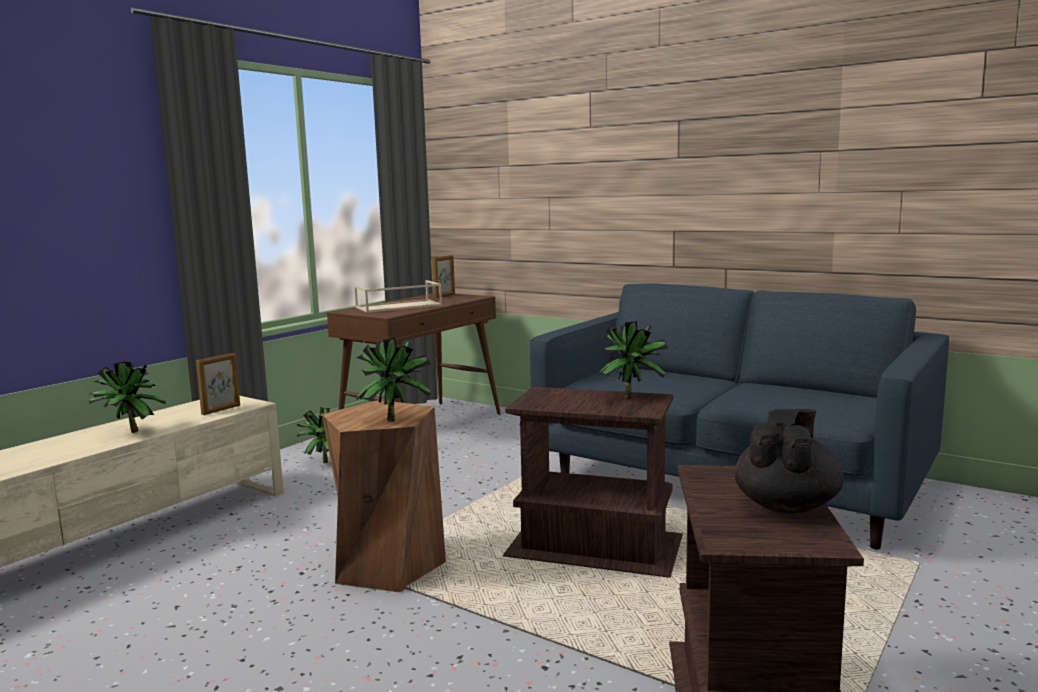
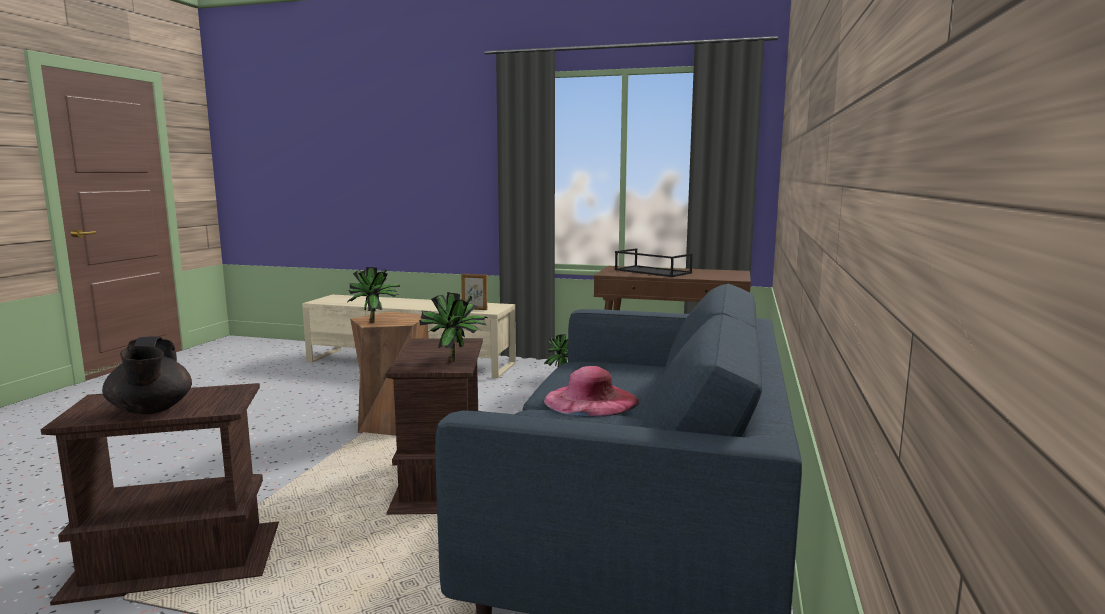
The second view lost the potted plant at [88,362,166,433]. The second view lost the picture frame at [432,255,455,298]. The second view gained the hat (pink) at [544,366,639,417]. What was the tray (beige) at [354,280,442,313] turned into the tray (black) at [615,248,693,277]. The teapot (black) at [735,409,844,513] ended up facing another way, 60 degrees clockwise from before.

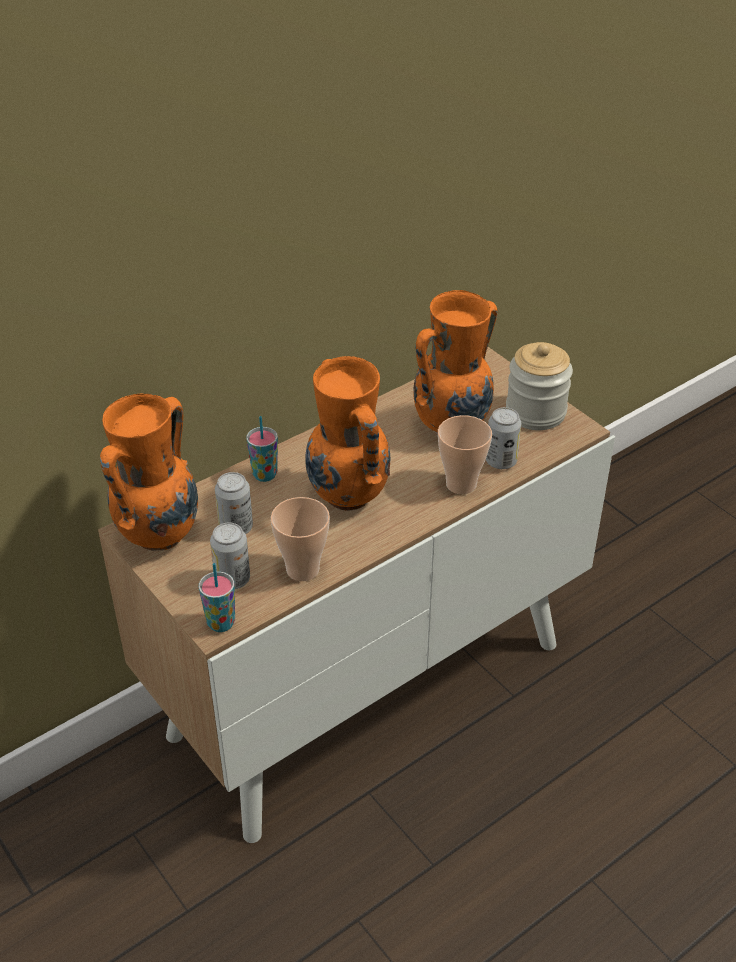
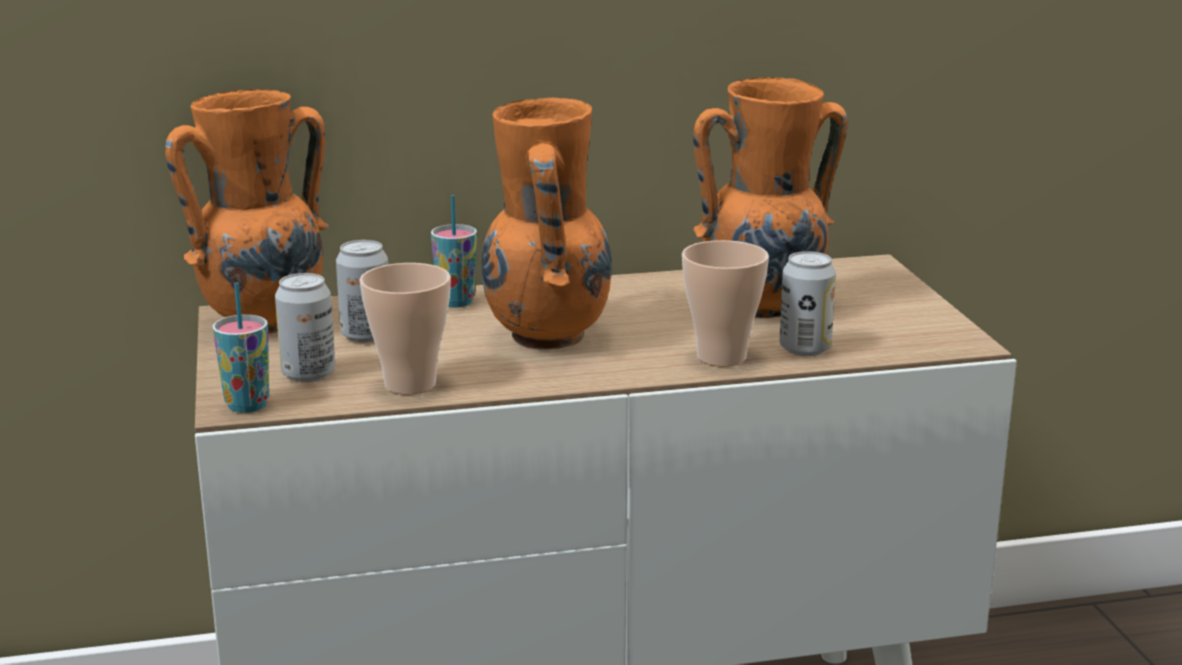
The second view lost the jar at [506,342,573,430].

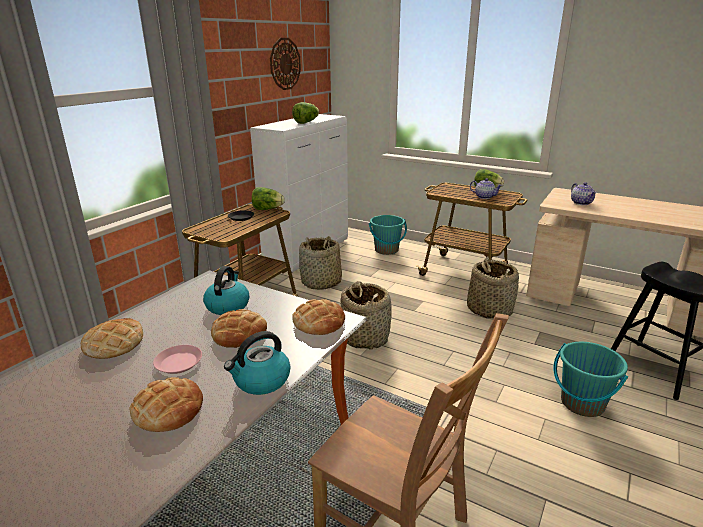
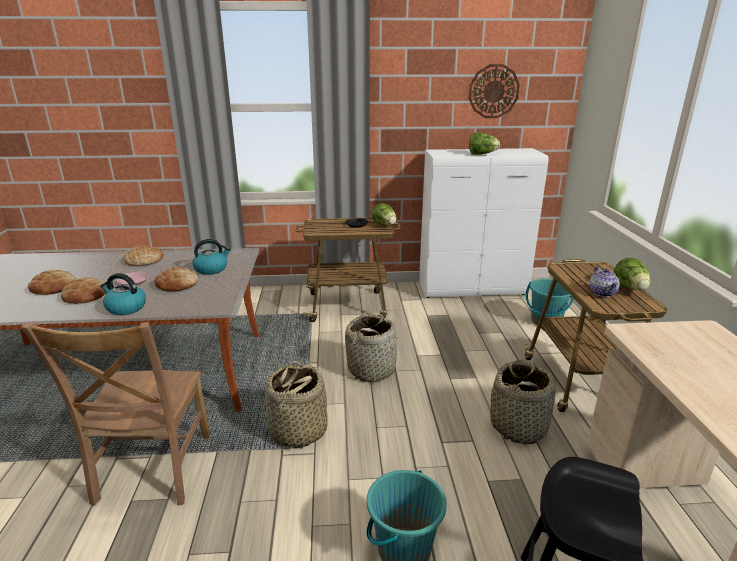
The second view lost the teapot at [571,182,597,205]. The bread ended up elsewhere, having gone from [292,299,345,335] to [28,270,76,295]. The basket ended up elsewhere, having gone from [299,236,342,290] to [265,361,328,449].

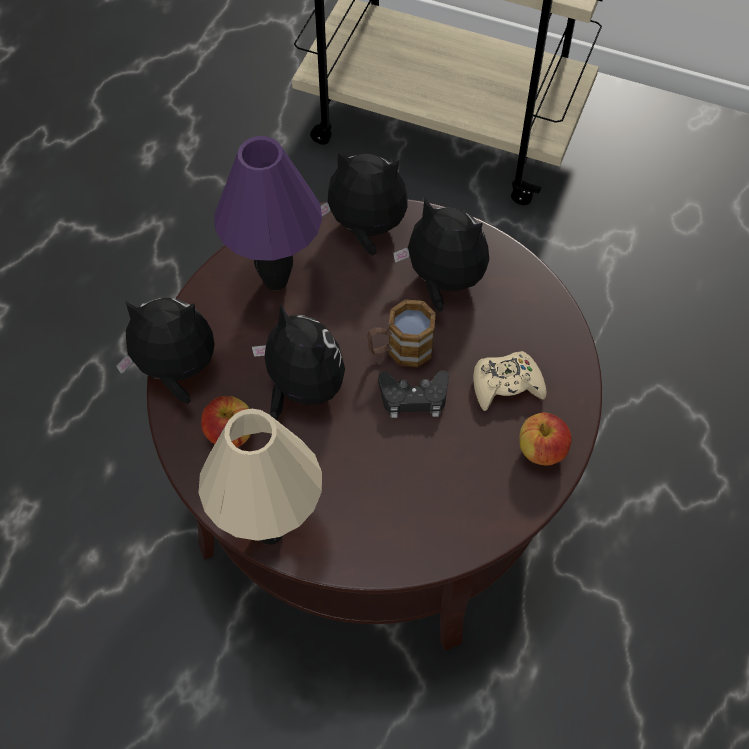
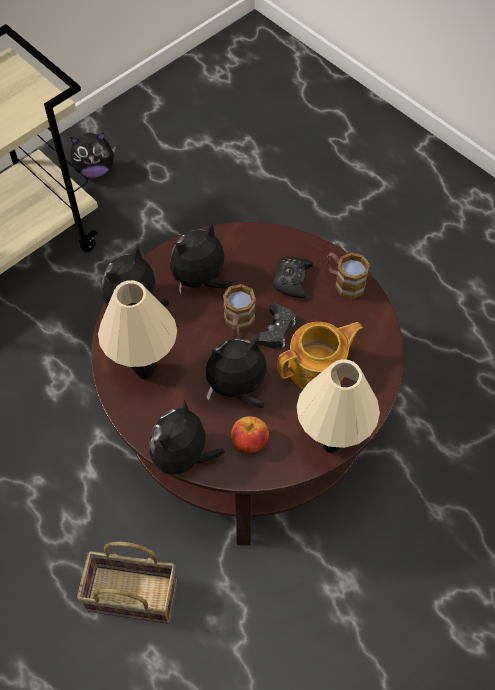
The second view gained the plush toy at [70,132,116,178]. The second view gained the basket at [77,542,177,624]. The second view gained the teapot at [277,322,363,389]. Where the apple stood at [519,413,572,466], the mug came to stand at [327,252,370,299]. What was the table lamp (purple) at [214,136,322,290] turned into the table lamp (beige) at [98,280,177,379]. What was the game controller (beige) at [473,351,547,411] turned into the game controller (black) at [273,257,313,298].

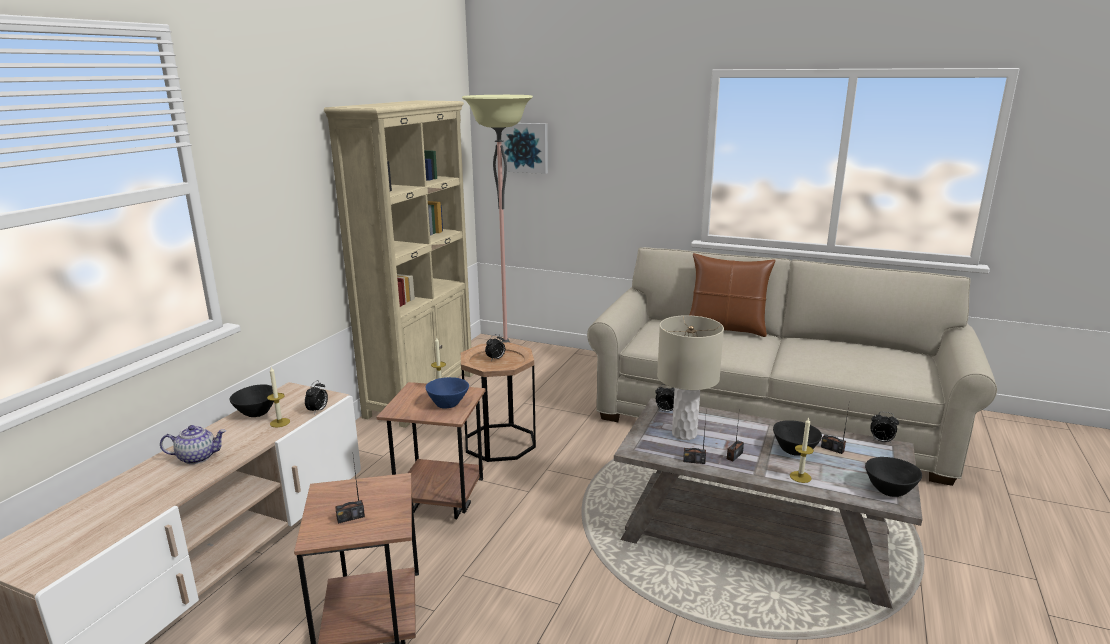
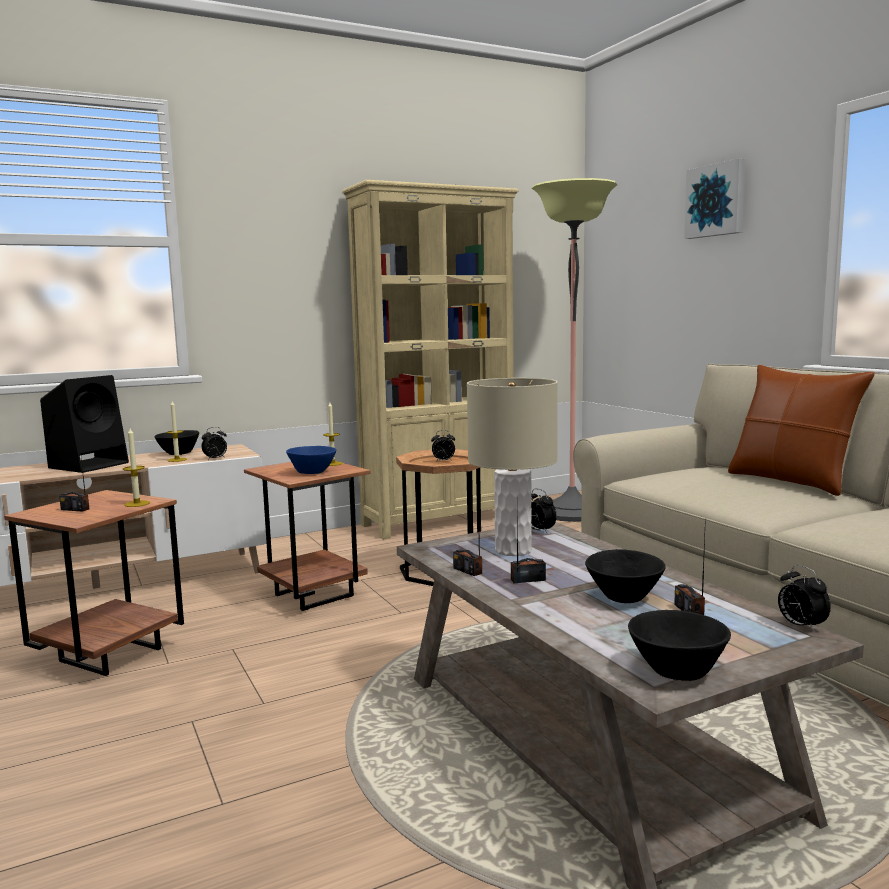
The picture ended up elsewhere, having gone from [501,123,548,174] to [684,158,746,239]. The candle ended up elsewhere, having gone from [790,417,814,483] to [123,428,150,507]. Where the teapot stood at [160,425,226,464], the speaker (black) came to stand at [40,375,129,473].

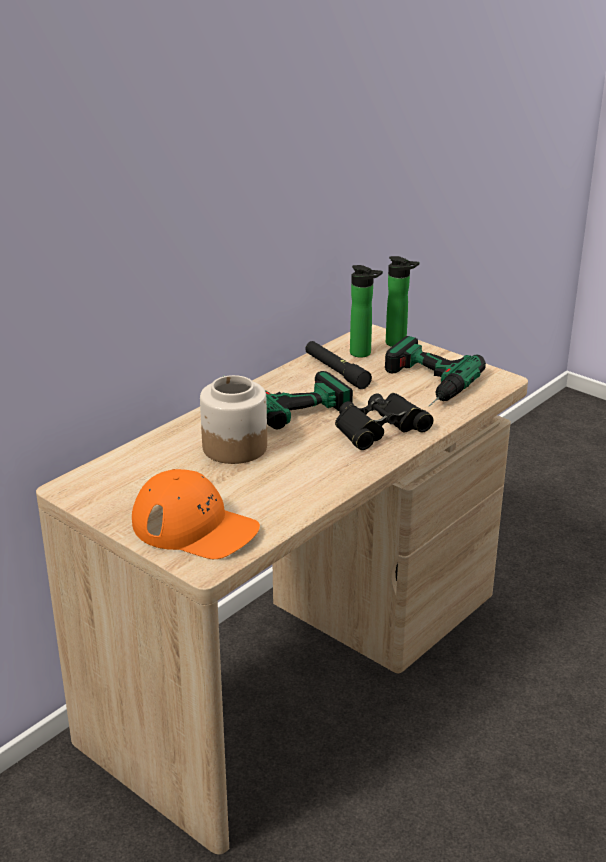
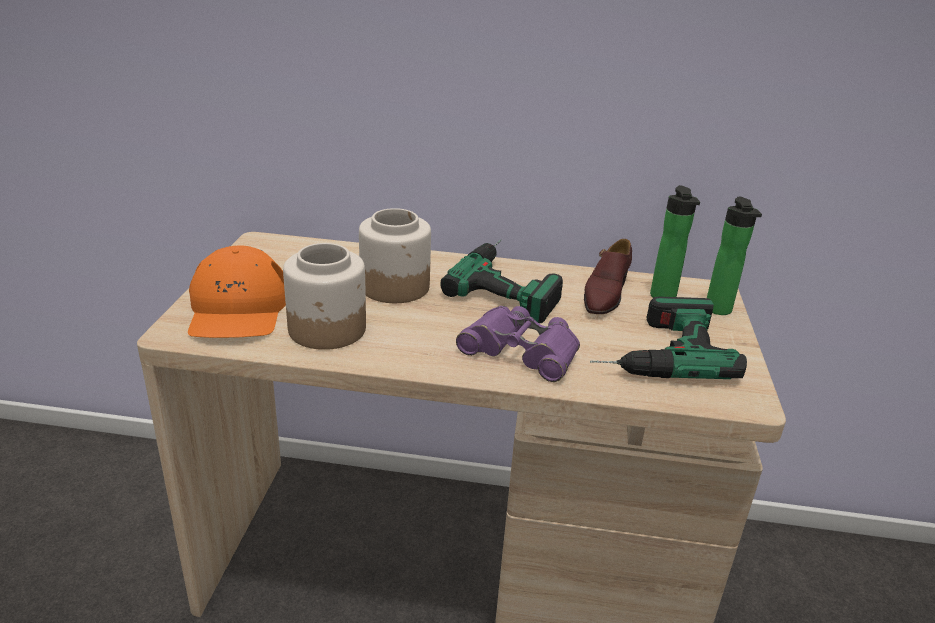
The second view gained the jar at [283,243,366,350]. Where the flashlight (black) stood at [305,341,372,389], the shoe (brown) came to stand at [584,239,632,314]. What was the binoculars (black) at [335,393,434,450] turned into the binoculars (purple) at [456,305,580,382].

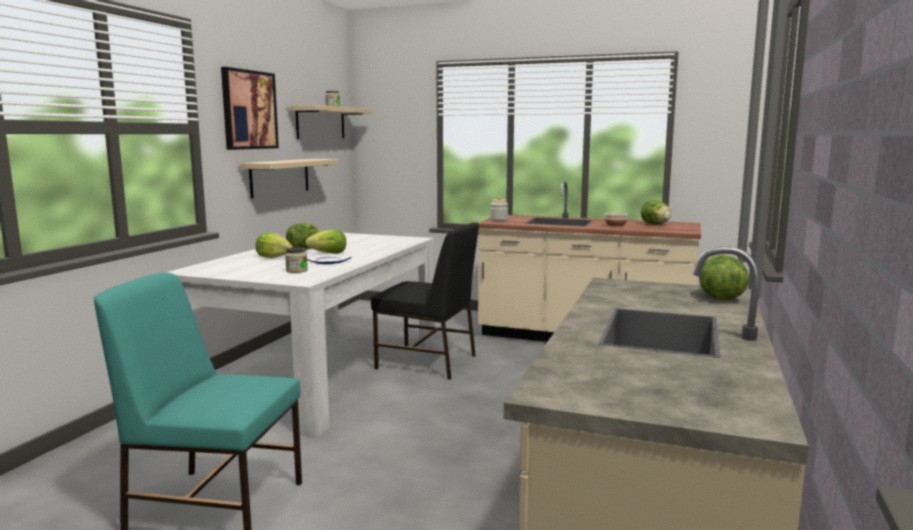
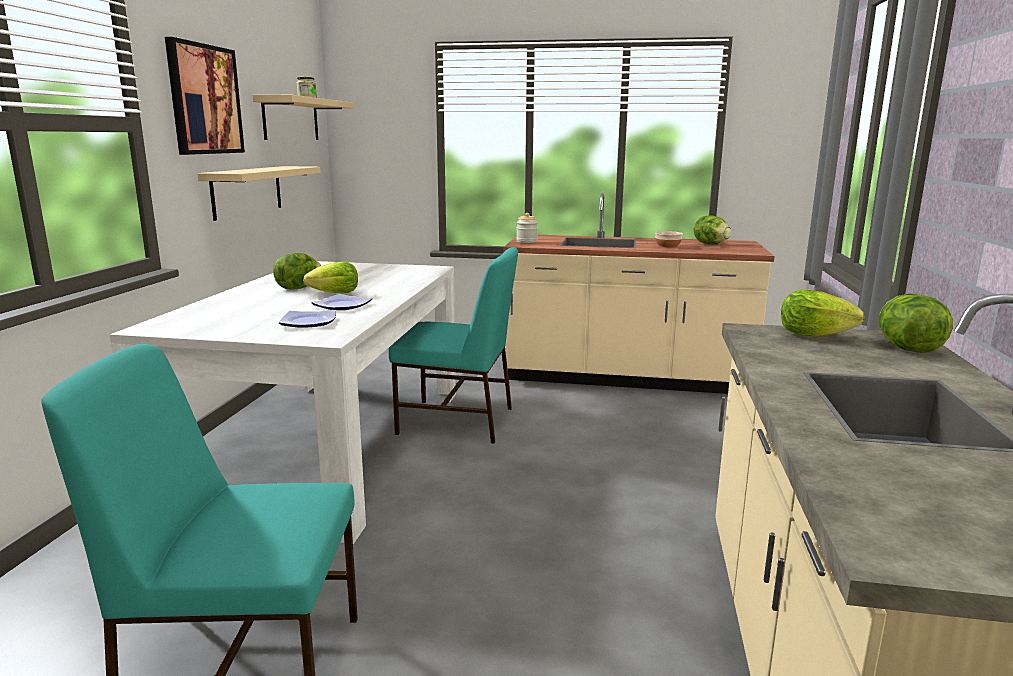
The lettuce ended up elsewhere, having gone from [256,232,293,258] to [781,289,864,337]. Where the jar stood at [285,247,308,273], the plate came to stand at [279,310,336,328]. What was the chair (black) at [371,222,479,380] turned into the chair (turquoise) at [389,247,518,444].

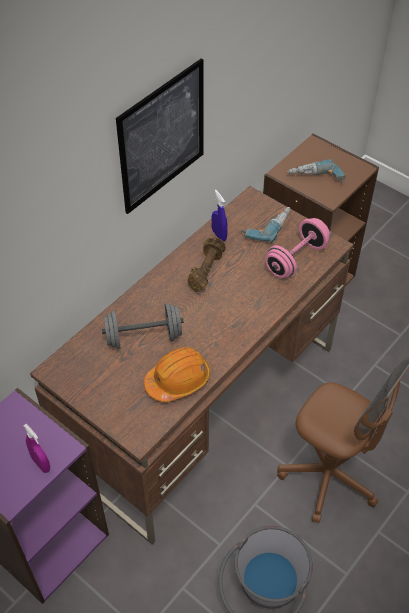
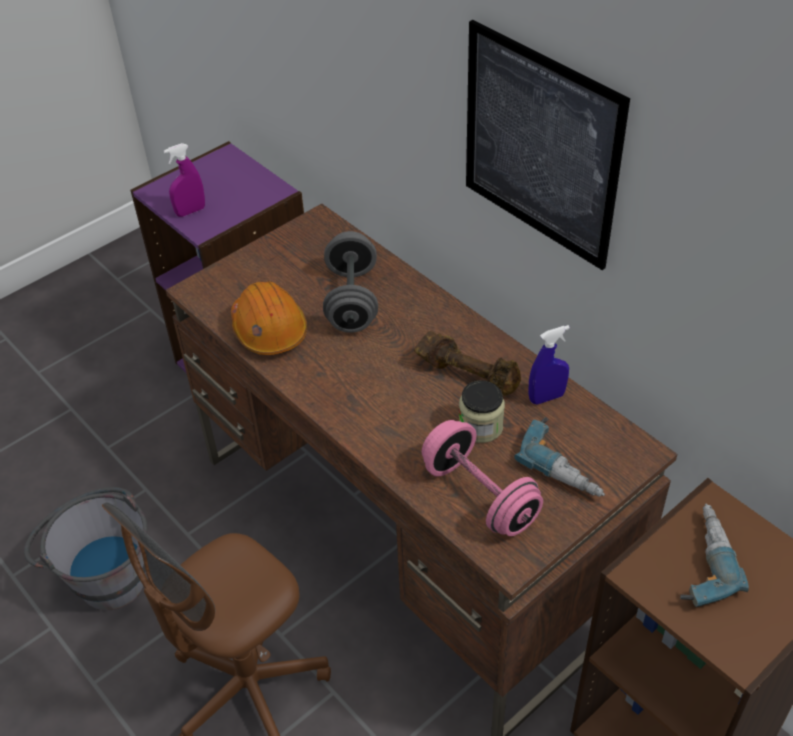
The second view gained the jar at [459,380,505,443].

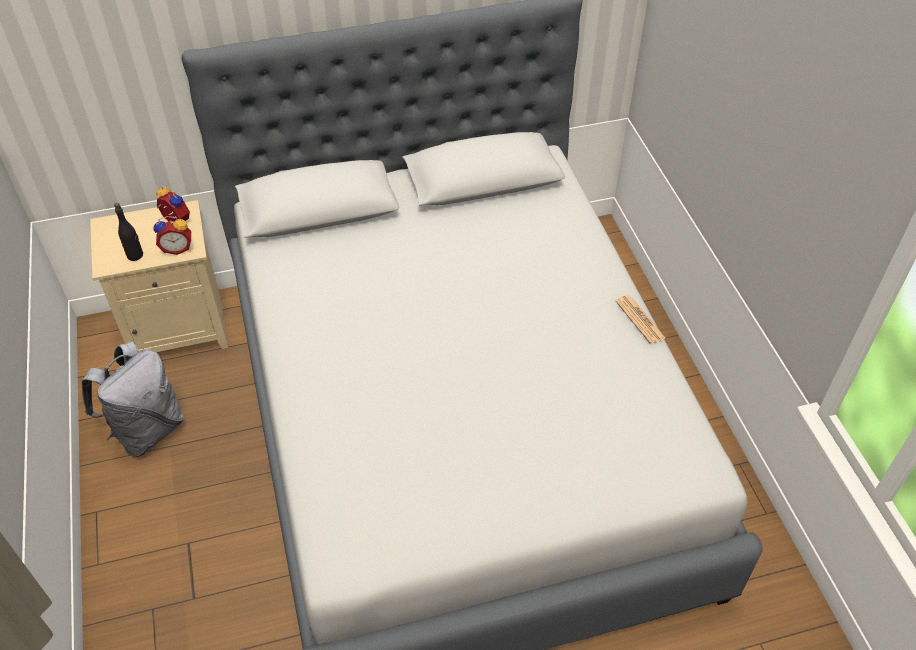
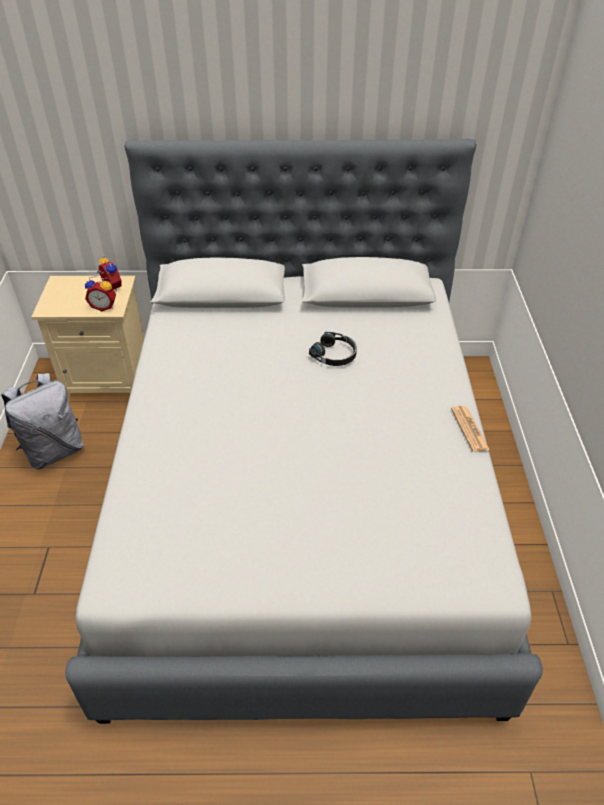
The second view lost the bottle (black) at [114,203,143,261]. The second view gained the headphones (black) at [309,332,357,366].

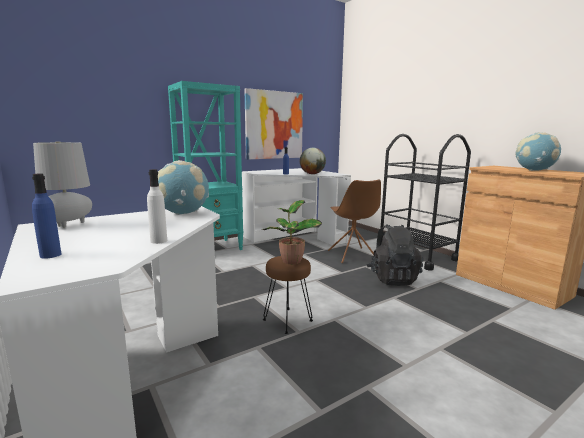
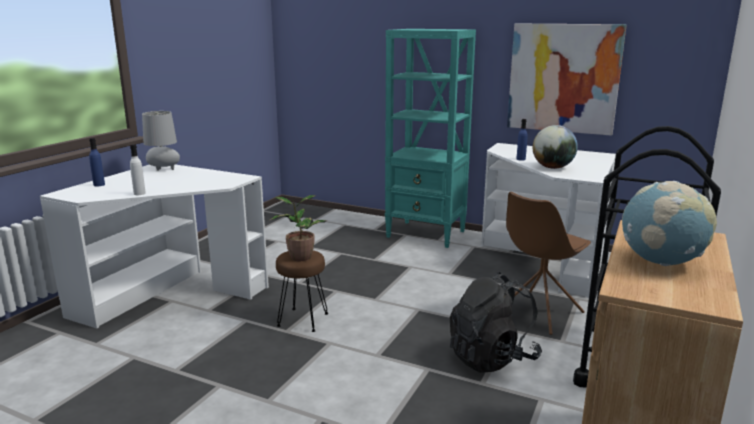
The second view lost the globe at [158,160,209,215].

